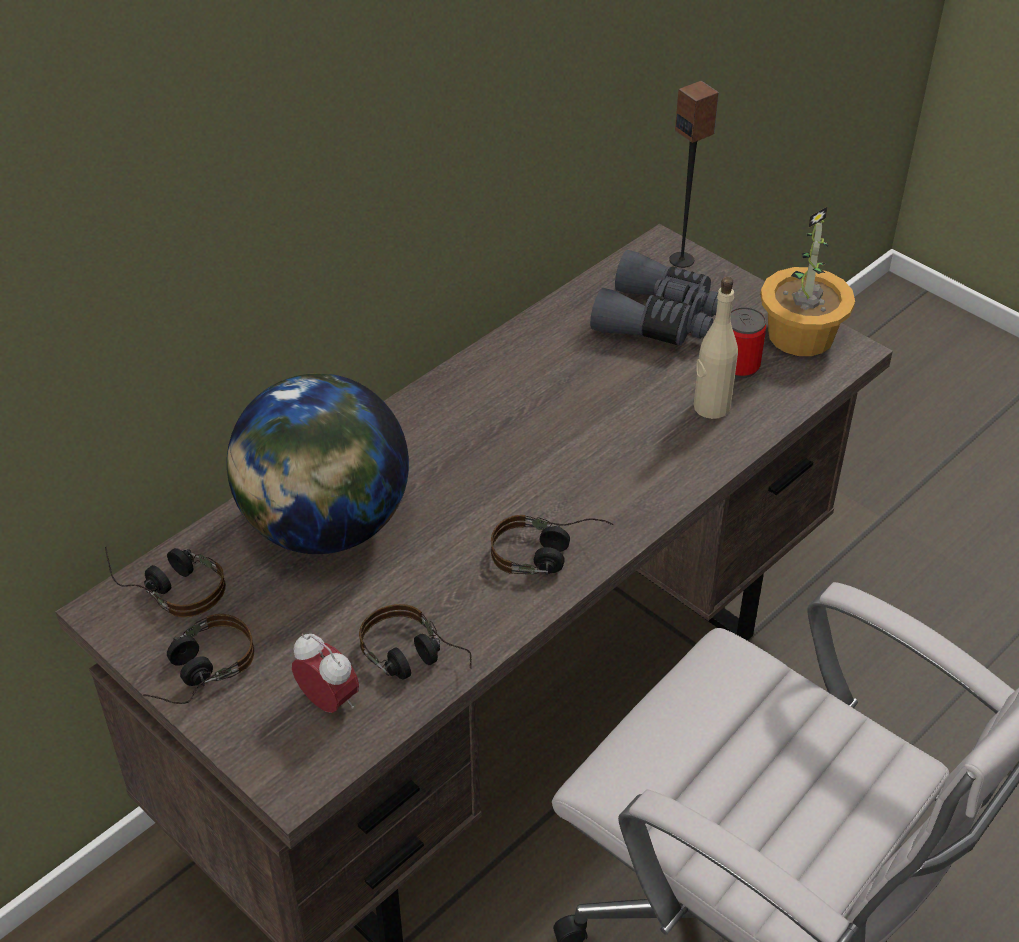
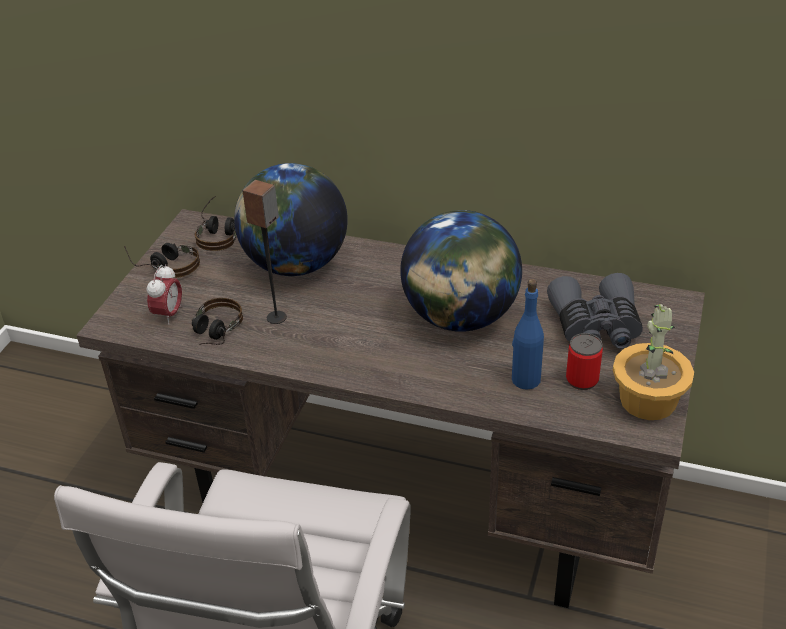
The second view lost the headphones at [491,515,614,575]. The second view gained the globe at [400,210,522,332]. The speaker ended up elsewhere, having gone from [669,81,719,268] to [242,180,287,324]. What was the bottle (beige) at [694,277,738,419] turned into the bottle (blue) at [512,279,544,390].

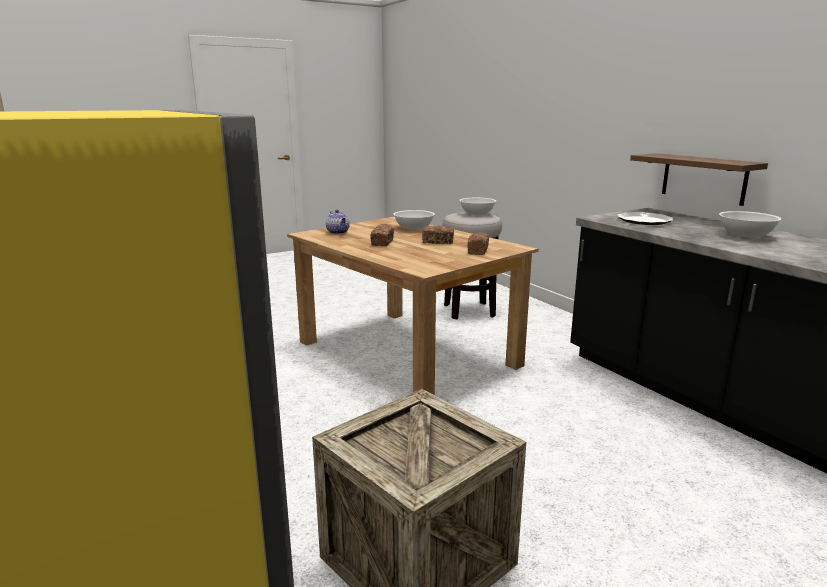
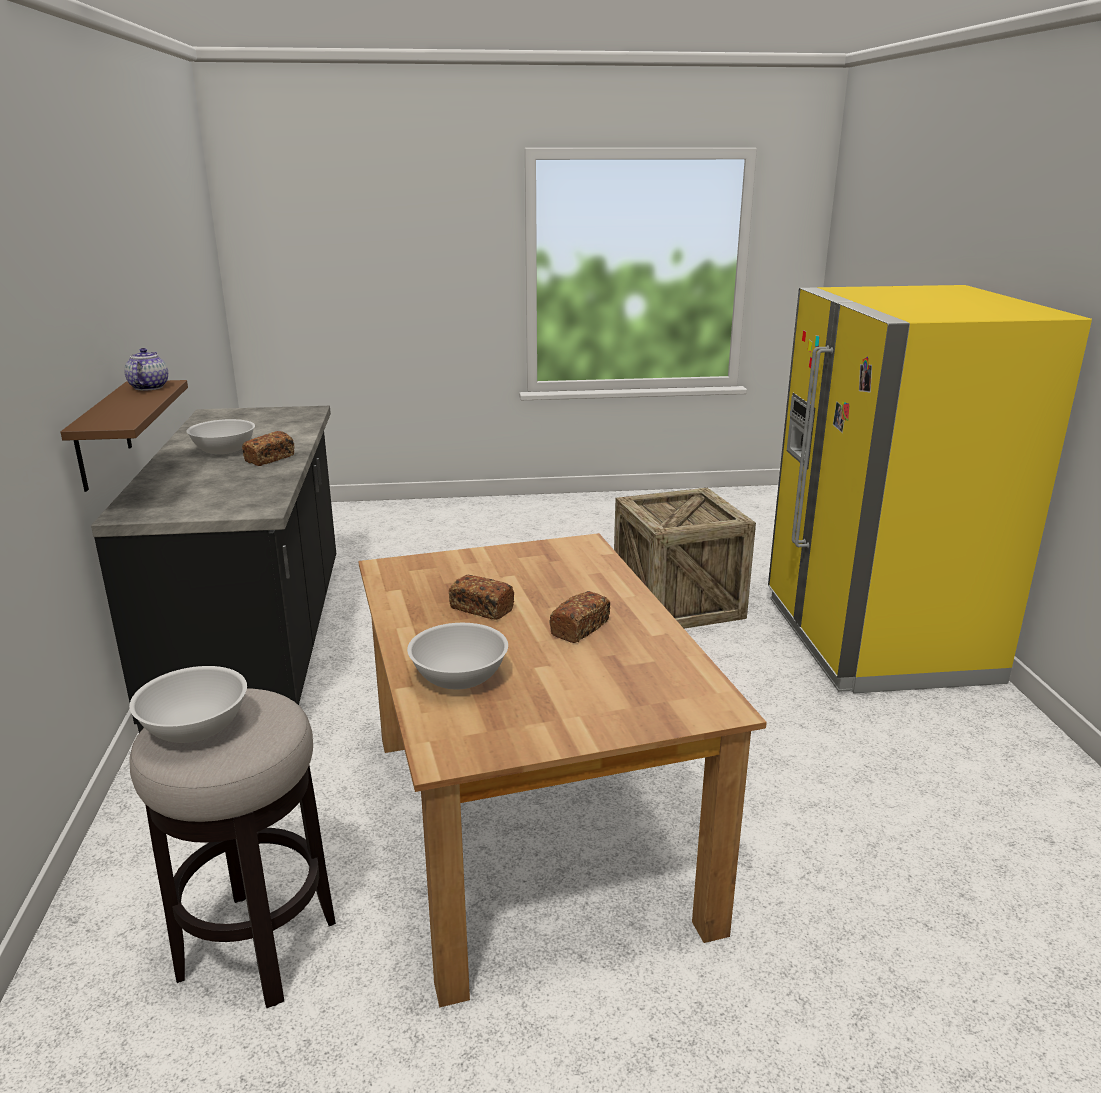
The second view lost the plate at [617,212,673,225]. The teapot ended up elsewhere, having gone from [326,209,350,234] to [124,348,168,390]. The bread ended up elsewhere, having gone from [467,233,489,255] to [242,431,295,466].

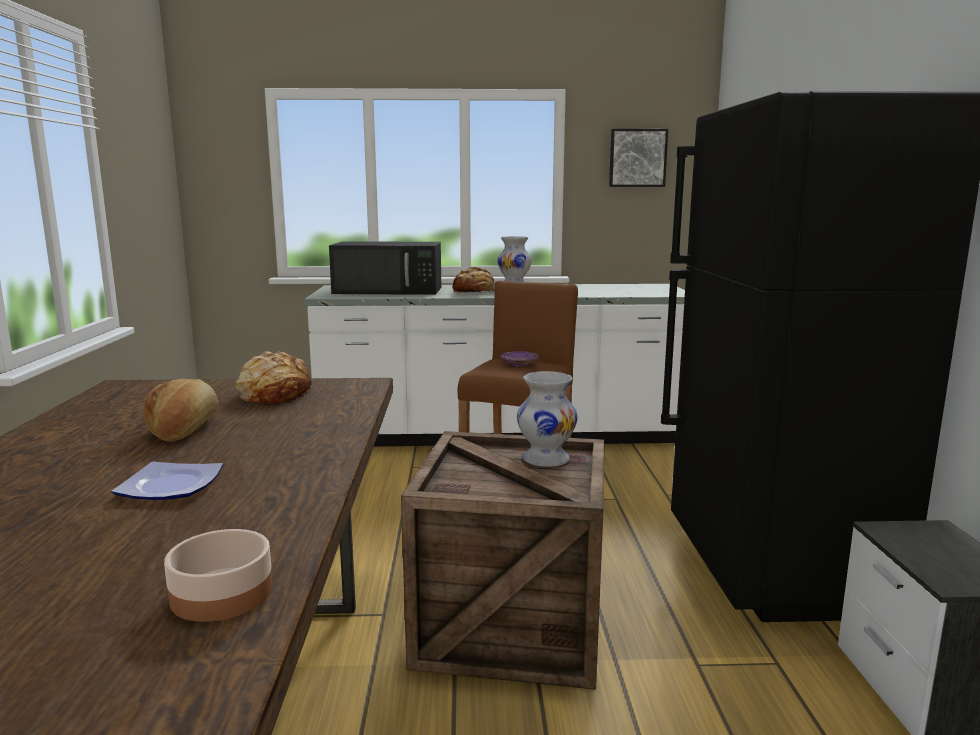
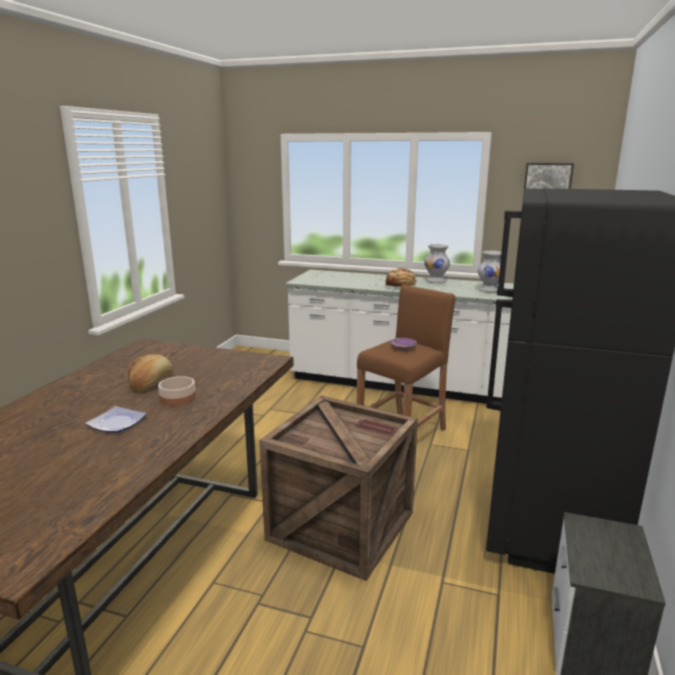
The second view lost the bread at [236,351,312,403]. The second view lost the microwave (black) at [329,241,441,295]. The bowl ended up elsewhere, having gone from [164,529,273,622] to [158,376,196,406]. The vase (white) ended up elsewhere, having gone from [517,371,577,467] to [478,251,506,292].

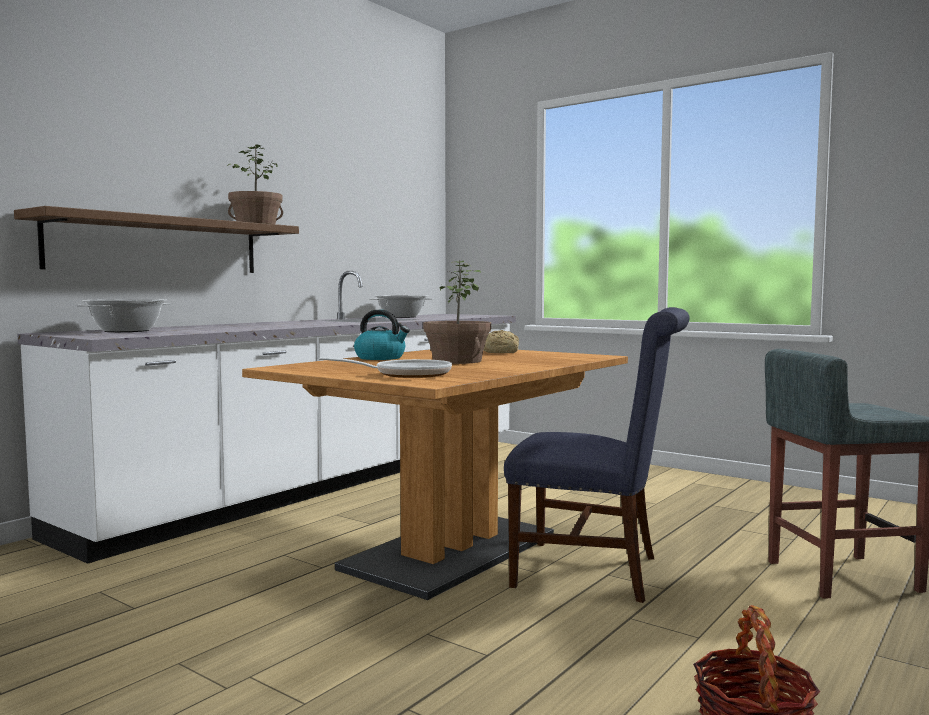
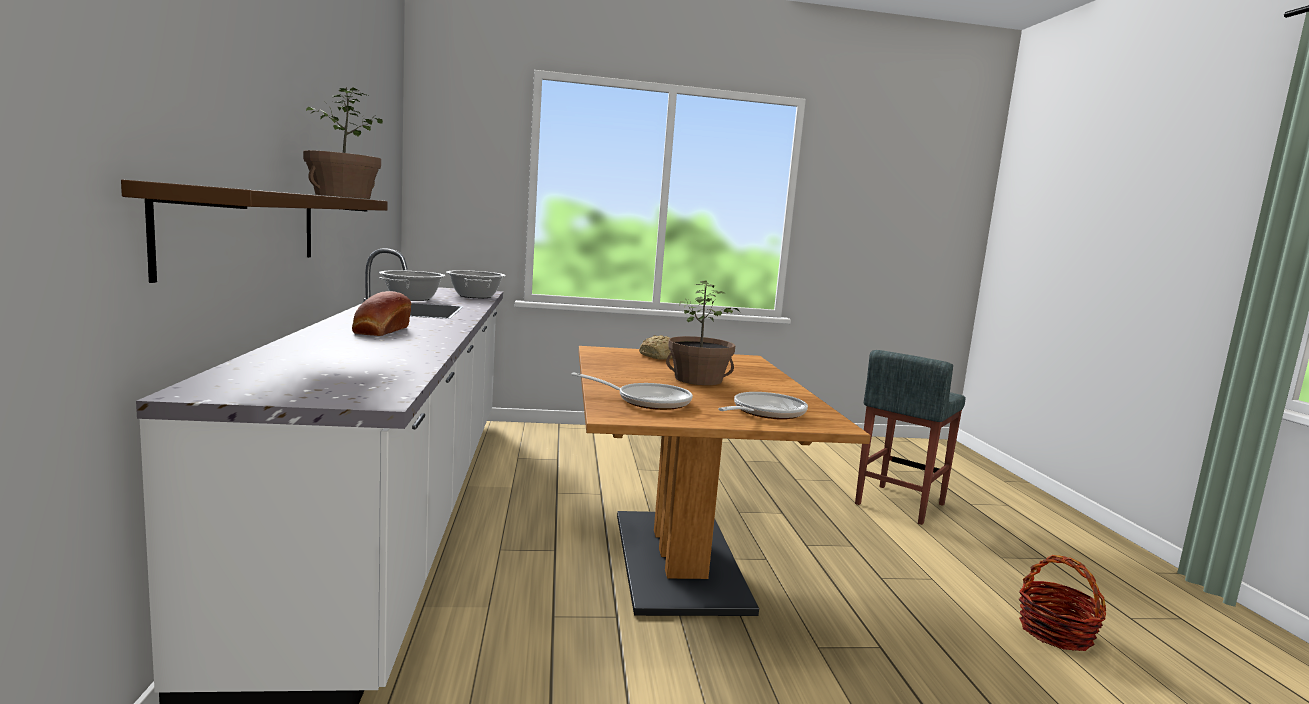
The second view lost the kettle at [354,309,410,360]. The second view lost the chair (blue) at [504,307,690,603]. The second view gained the bread at [352,291,411,336]. The second view gained the frying pan at [571,372,693,410]. The cooking pot ended up elsewhere, having gone from [76,299,171,332] to [446,270,506,298].

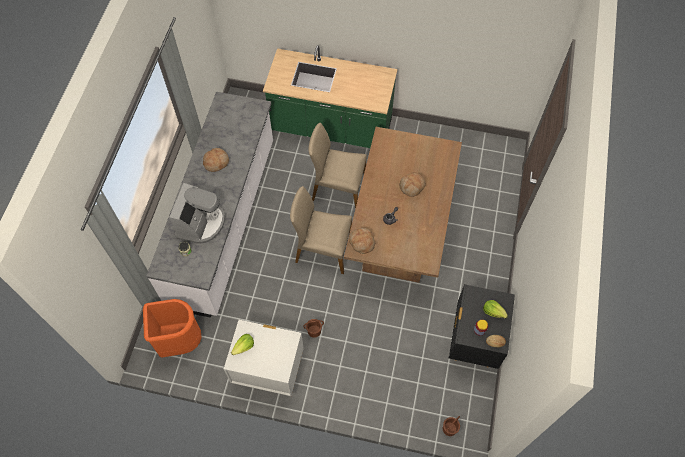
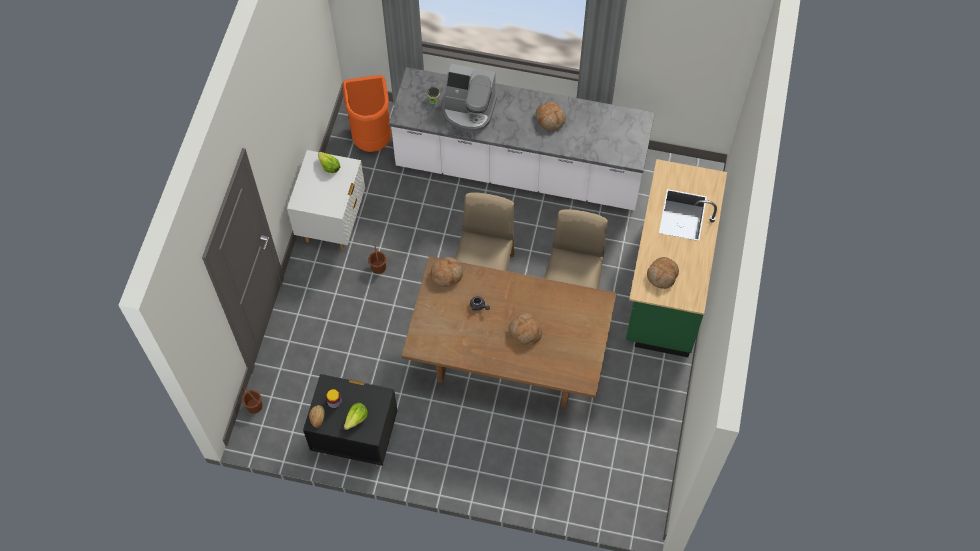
The second view gained the bread at [647,257,679,289].

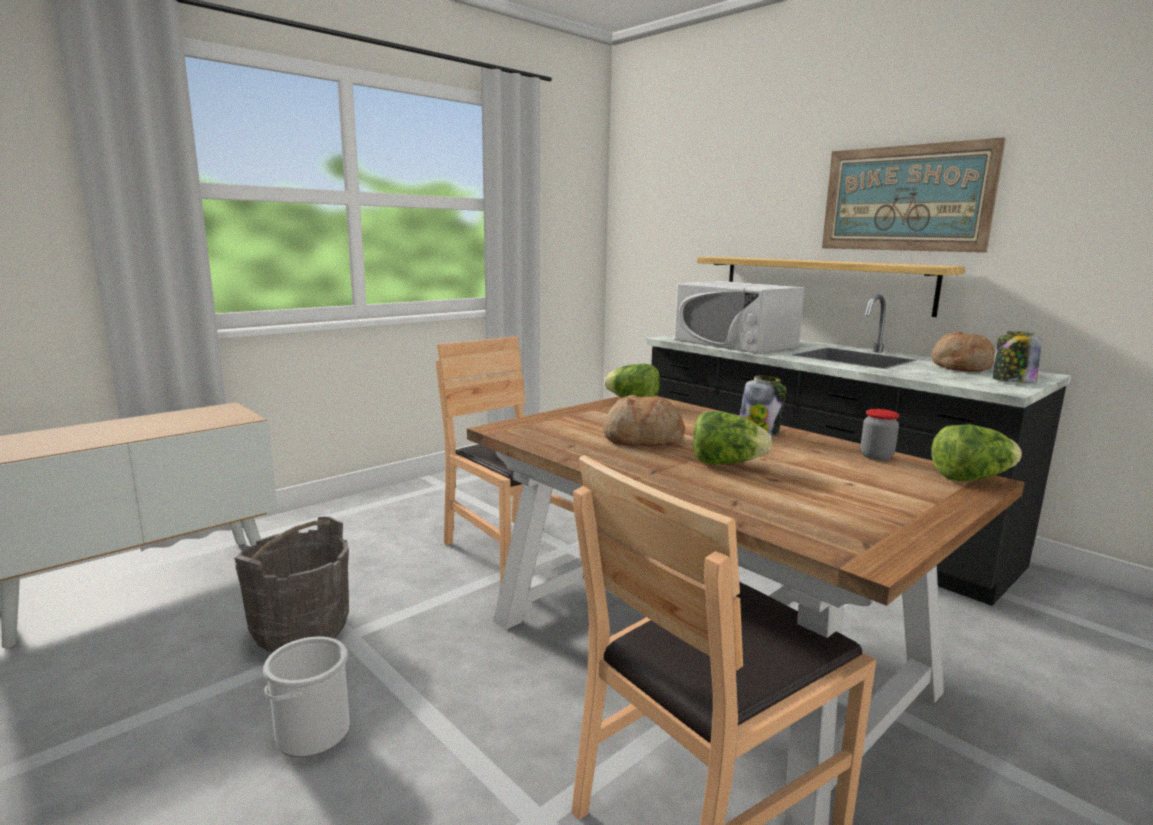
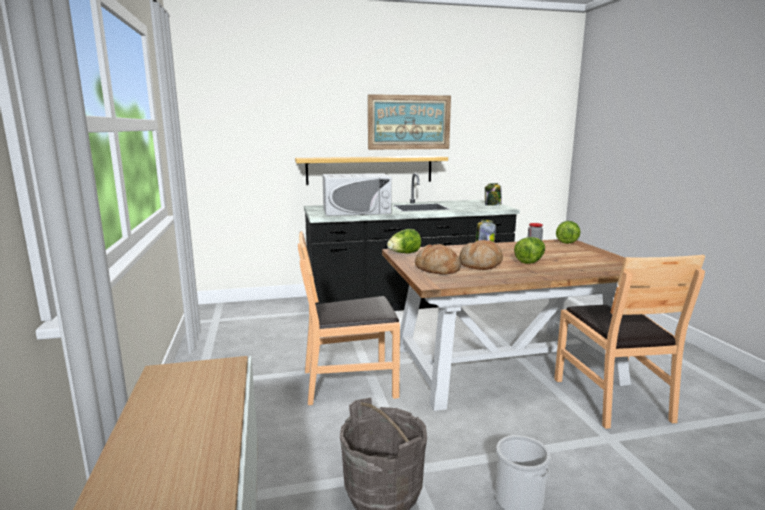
The bread ended up elsewhere, having gone from [931,332,995,372] to [415,244,461,275].

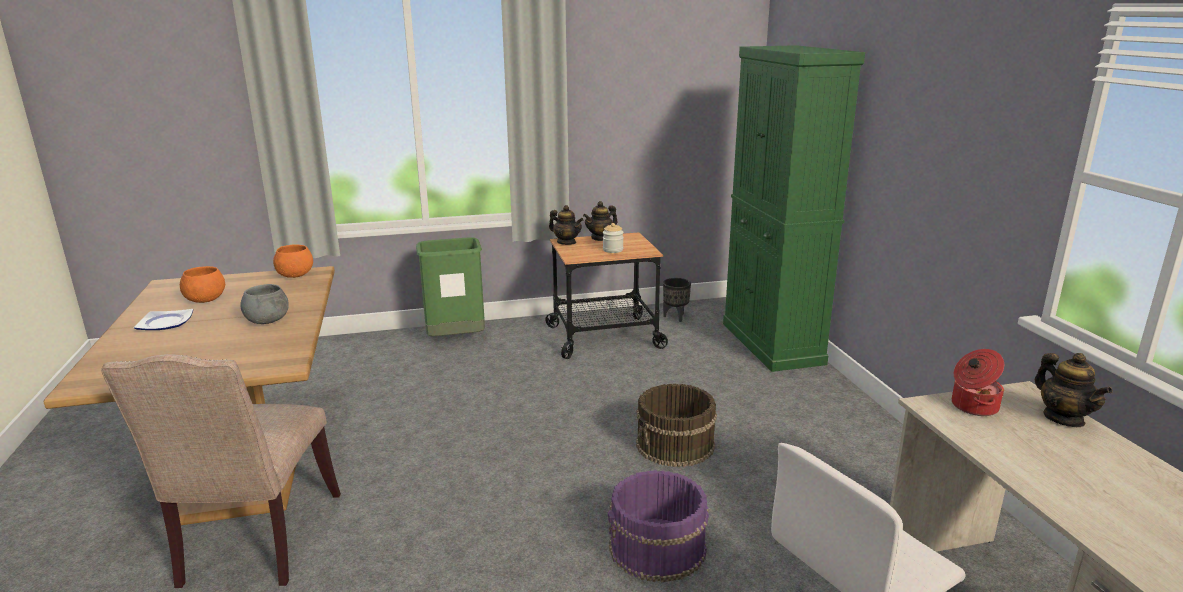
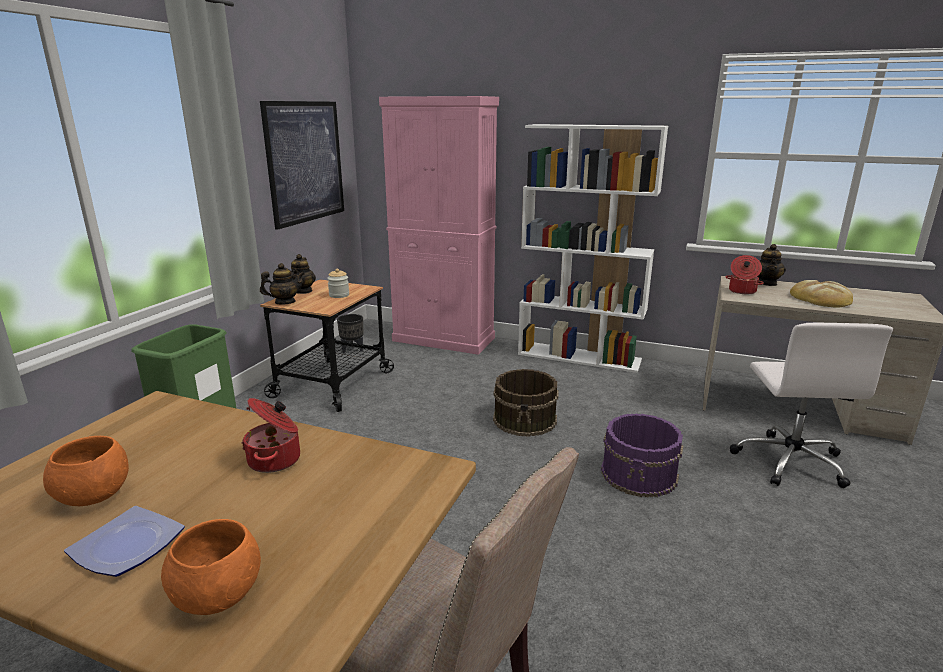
The second view gained the picture at [260,101,344,230]. The second view gained the bookcase (white) at [518,124,668,373]. The second view gained the bread at [790,280,853,308]. The bowl (orange) ended up elsewhere, having gone from [273,244,313,278] to [161,519,261,615]. Where the bowl (grey) stood at [240,284,289,324], the cooking pot came to stand at [241,398,300,473]. What was the cabinet (green) at [723,45,865,372] turned into the cabinet (pink) at [379,96,499,355]. The teapot at [1035,353,1113,427] ended up facing another way, 90 degrees clockwise from before.

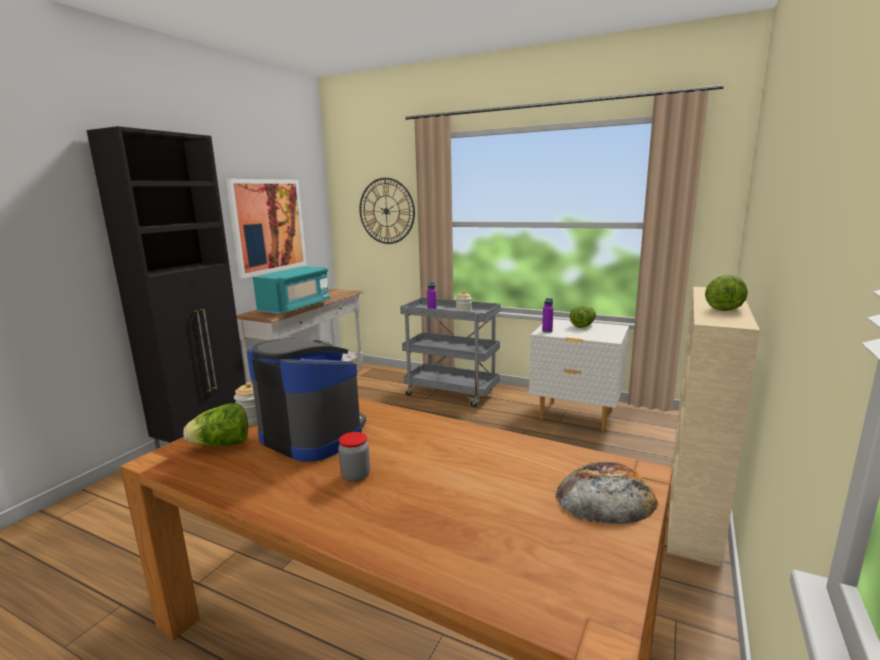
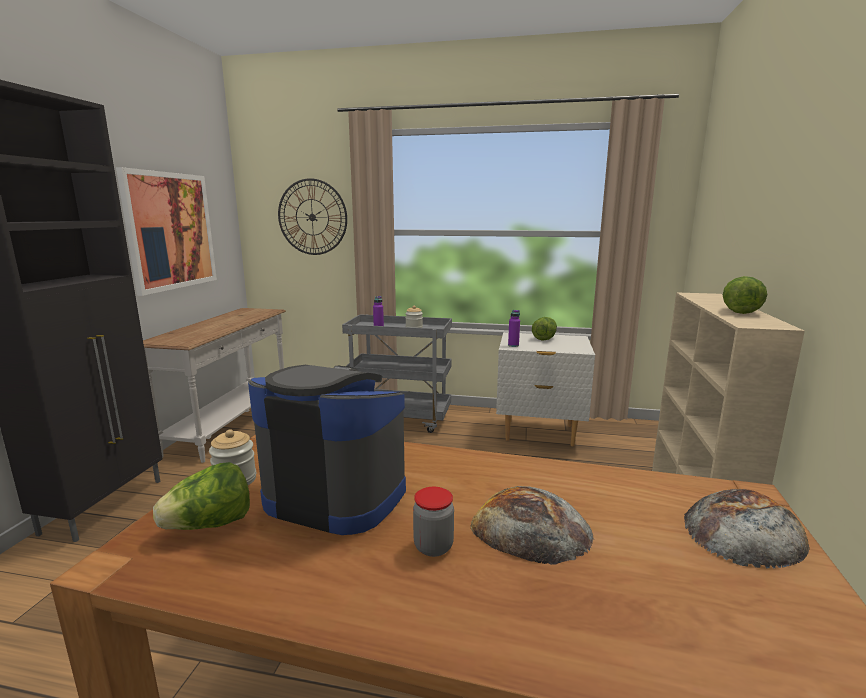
The second view lost the microwave (turquoise) at [253,266,330,314]. The second view gained the bread at [470,486,594,565].

